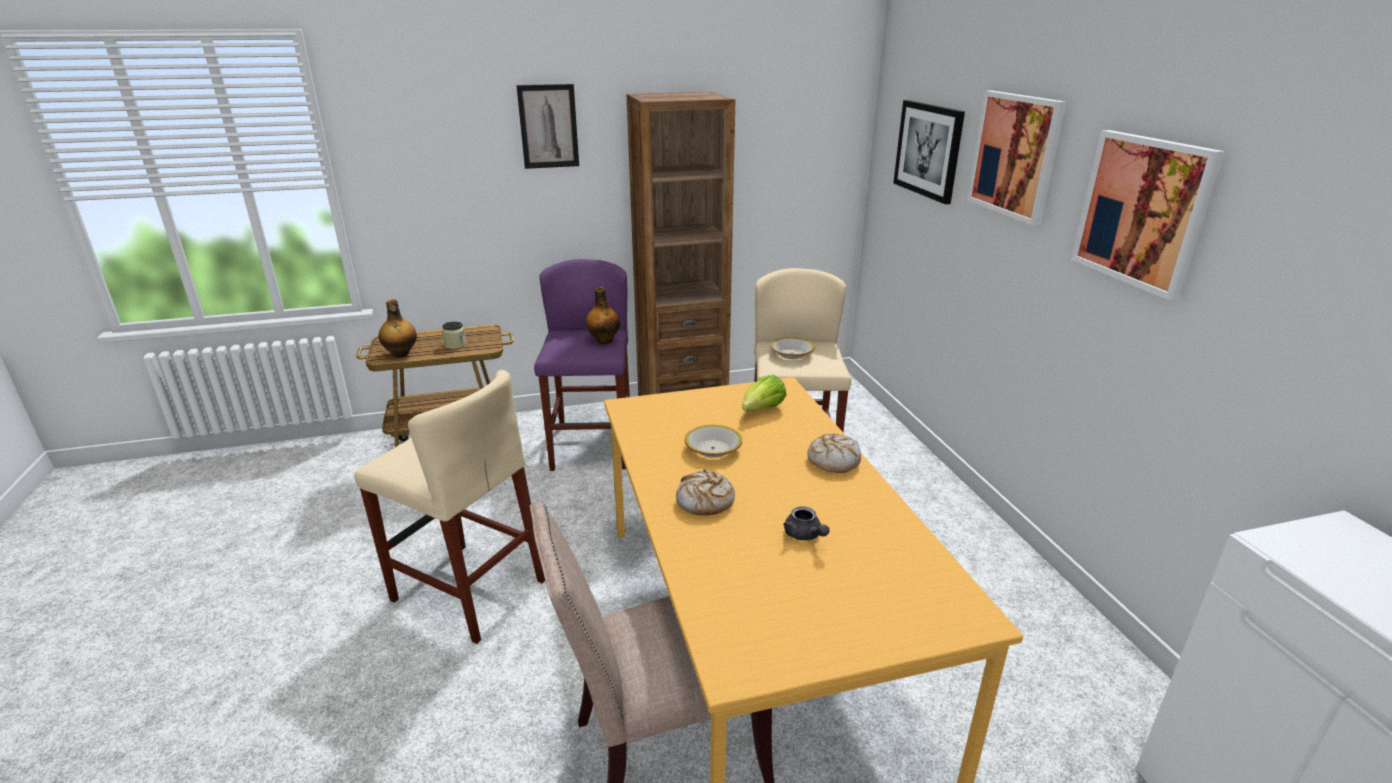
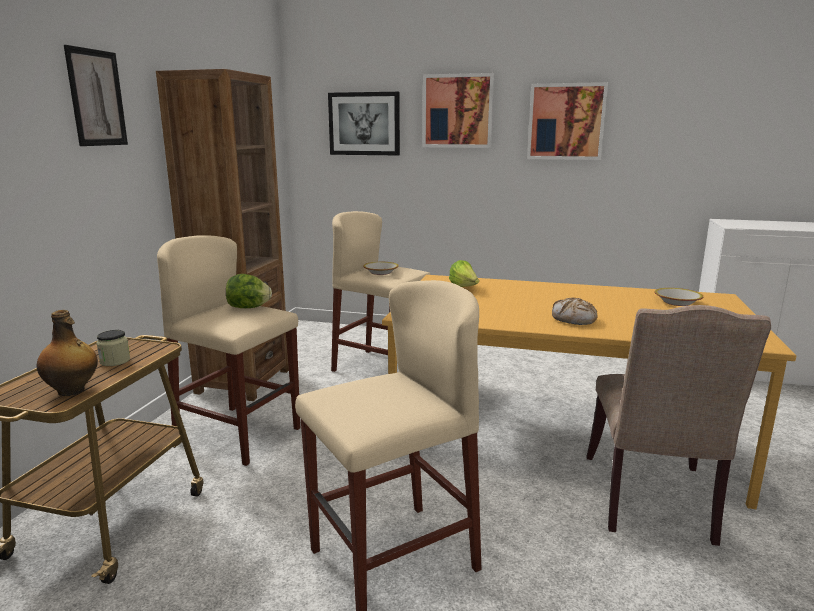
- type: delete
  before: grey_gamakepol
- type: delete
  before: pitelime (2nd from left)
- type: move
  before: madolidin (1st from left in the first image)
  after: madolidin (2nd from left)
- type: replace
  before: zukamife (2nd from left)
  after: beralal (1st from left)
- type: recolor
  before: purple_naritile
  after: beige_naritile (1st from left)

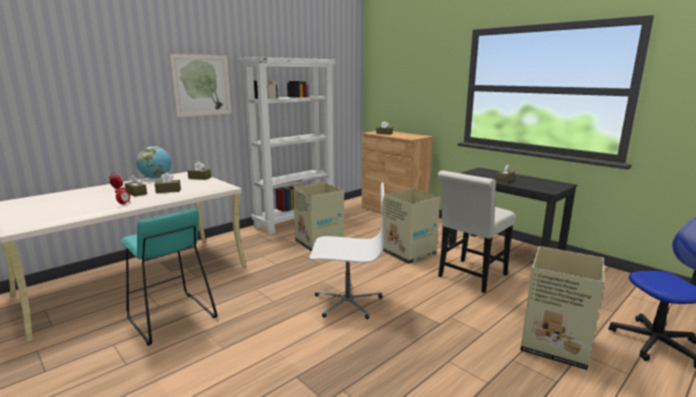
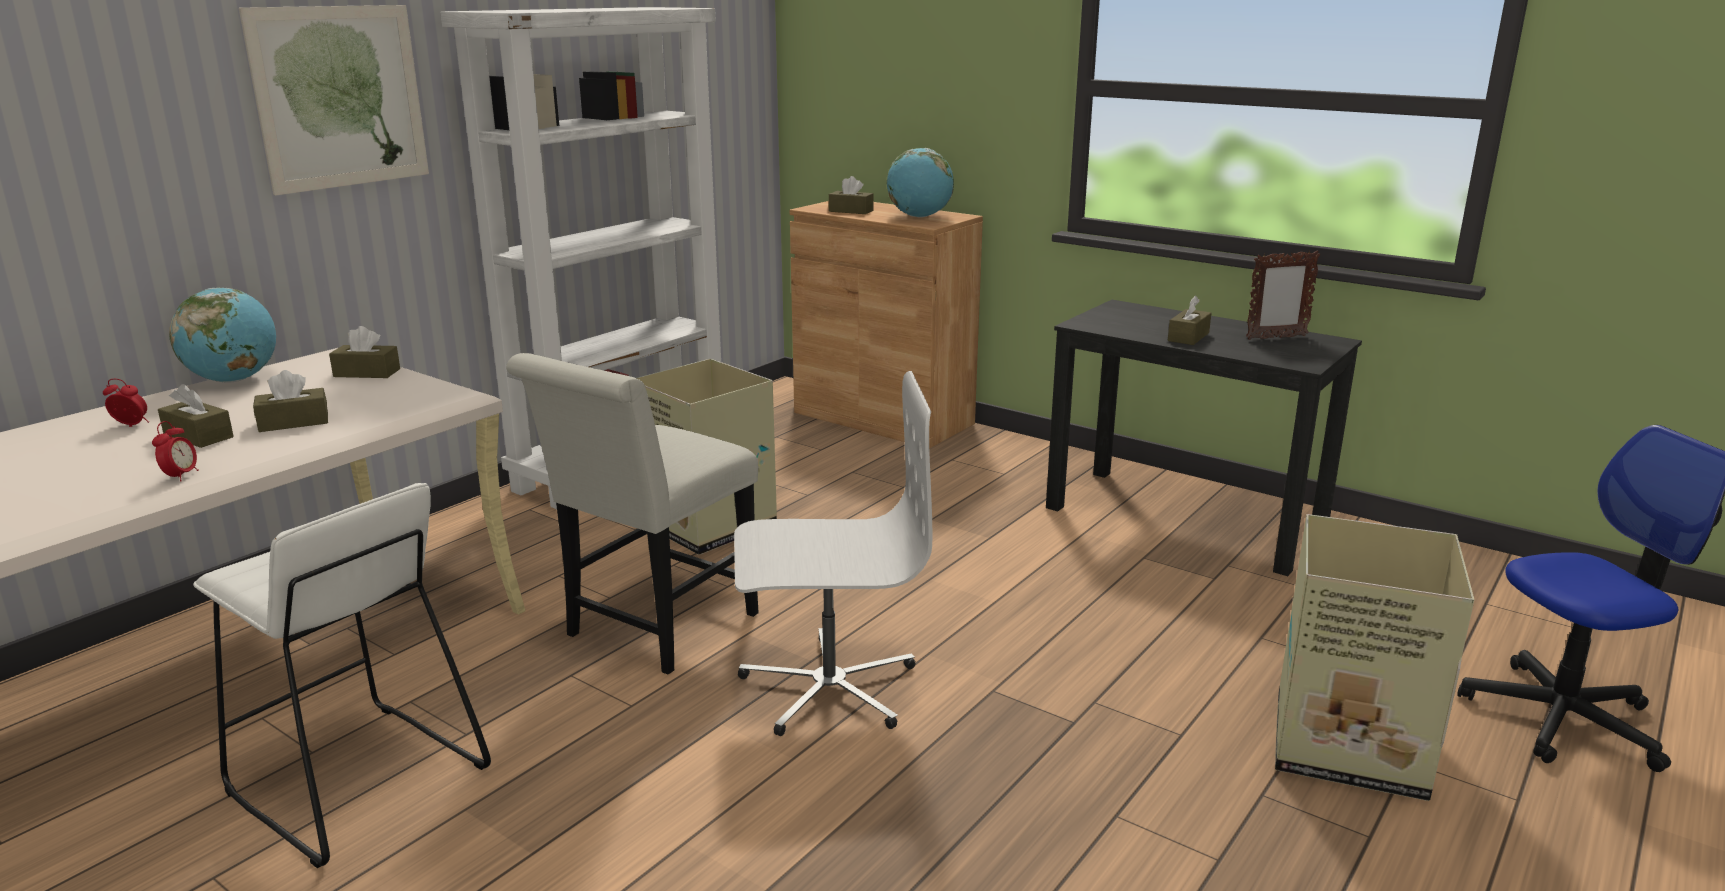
- type: delete
  before: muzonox (2nd from left)
- type: insert
  after: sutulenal (2nd from left)
- type: insert
  after: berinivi
- type: move
  before: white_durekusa
- type: recolor
  before: turquoise_naritile
  after: white_naritile

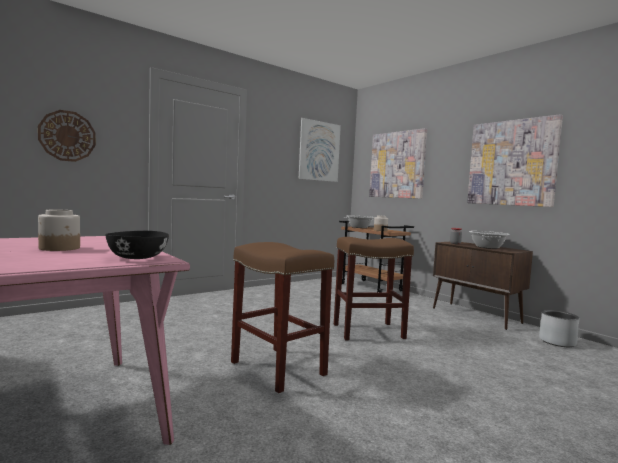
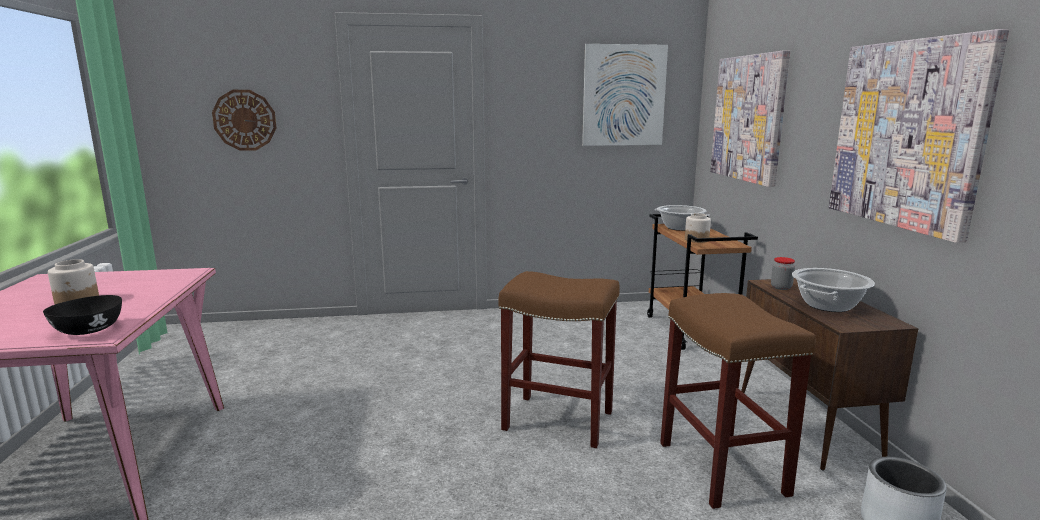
- type: move
  before: brown_naritile (1st from left in the first image)
  after: brown_naritile (2nd from left)

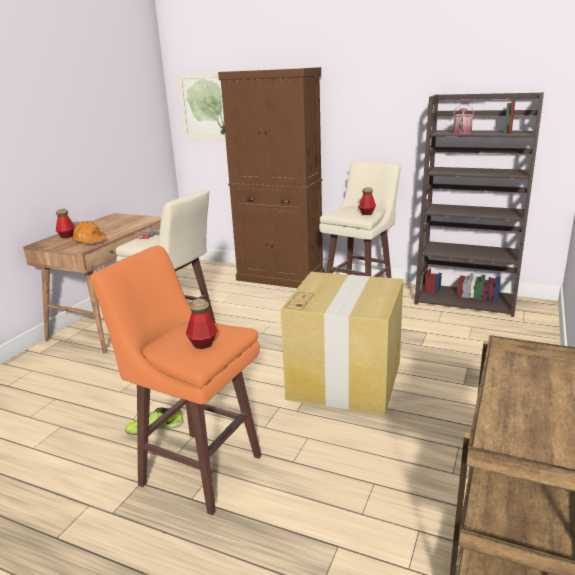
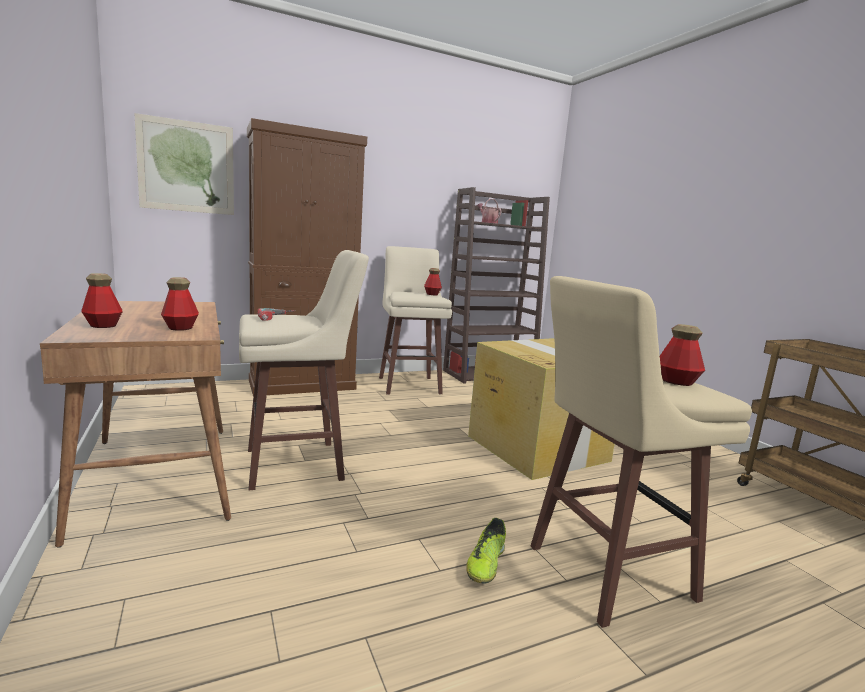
- type: replace
  before: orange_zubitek
  after: zukamife (2nd from left)
- type: recolor
  before: orange_naritile
  after: beige_naritile (3rd from left)

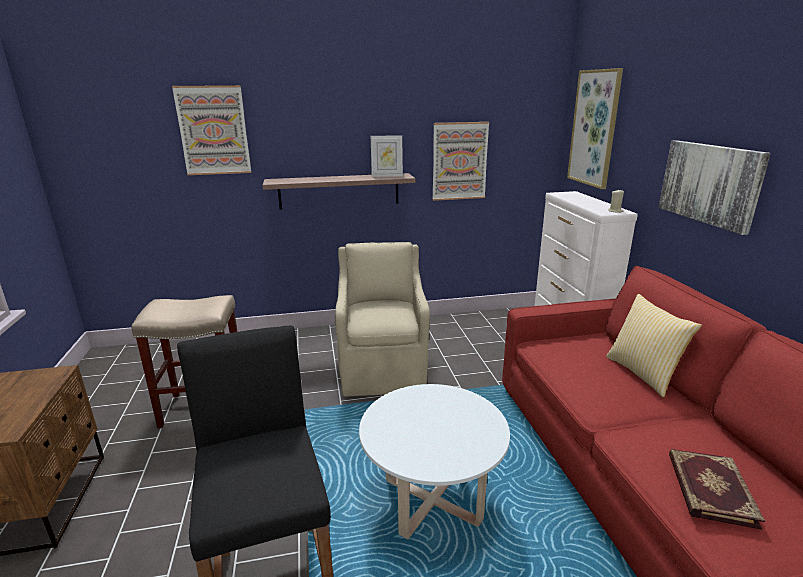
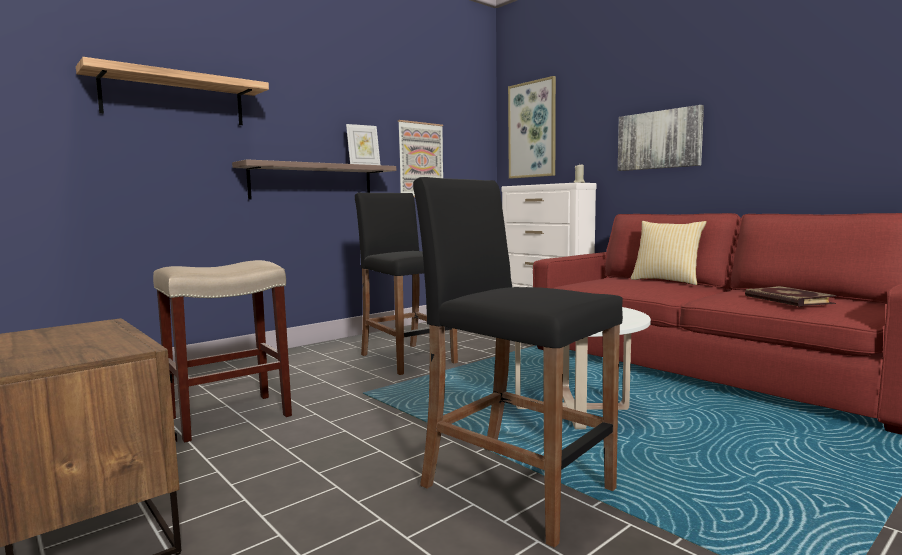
- type: replace
  before: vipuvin (1st from left)
  after: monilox (1st from left)
- type: replace
  before: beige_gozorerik
  after: black_naritile (1st from left)

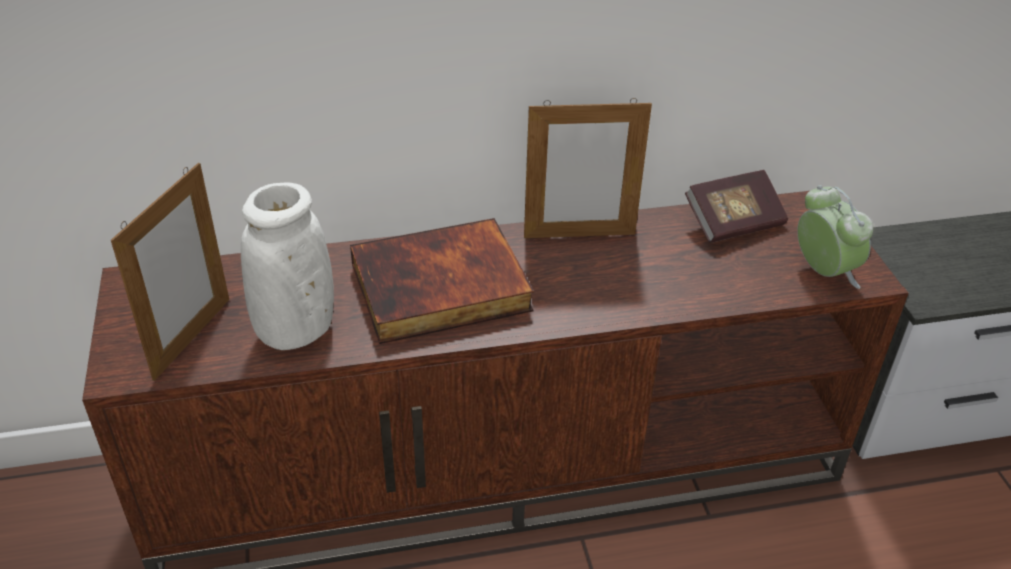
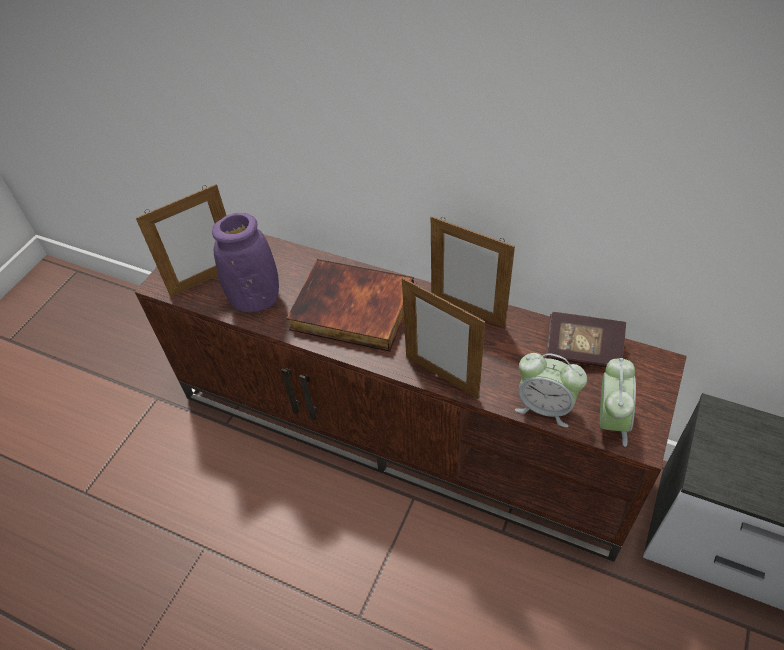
- type: insert
  after: berinivi (2nd from left)
- type: insert
  after: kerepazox (1st from left)
- type: recolor
  before: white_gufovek
  after: purple_gufovek

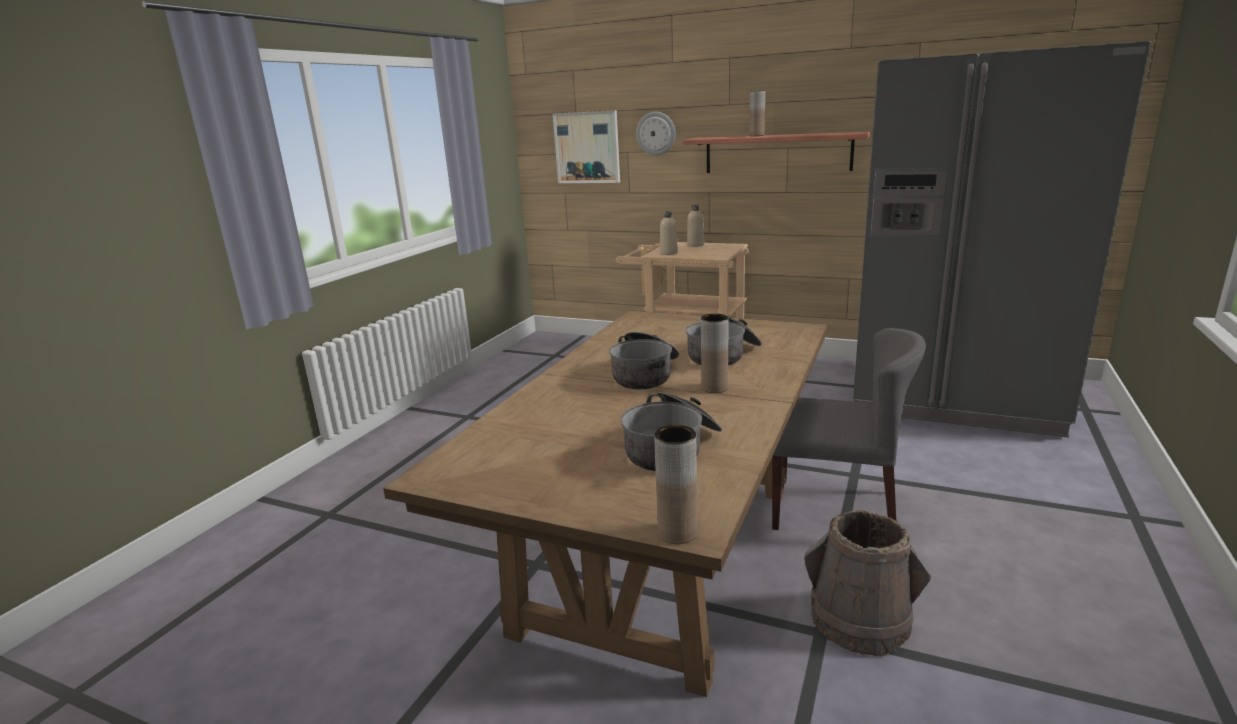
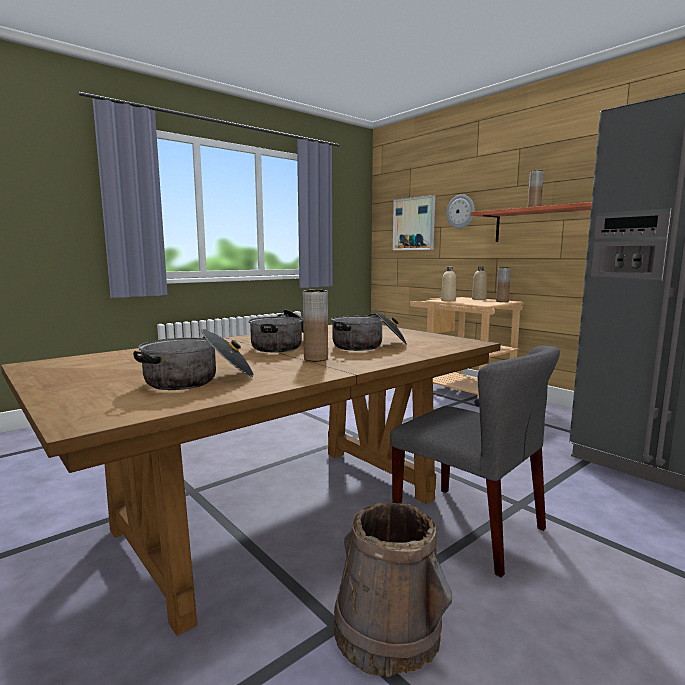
- type: move
  before: brown_gufovek (1st from left in the first image)
  after: brown_gufovek (2nd from left)

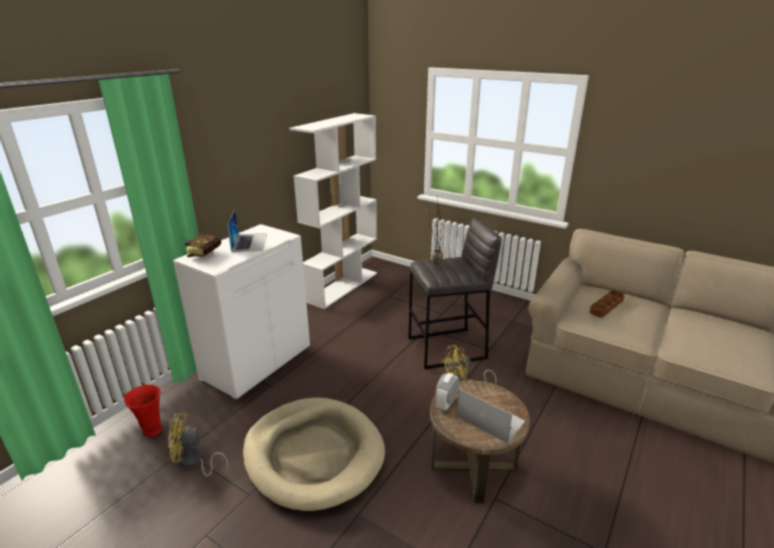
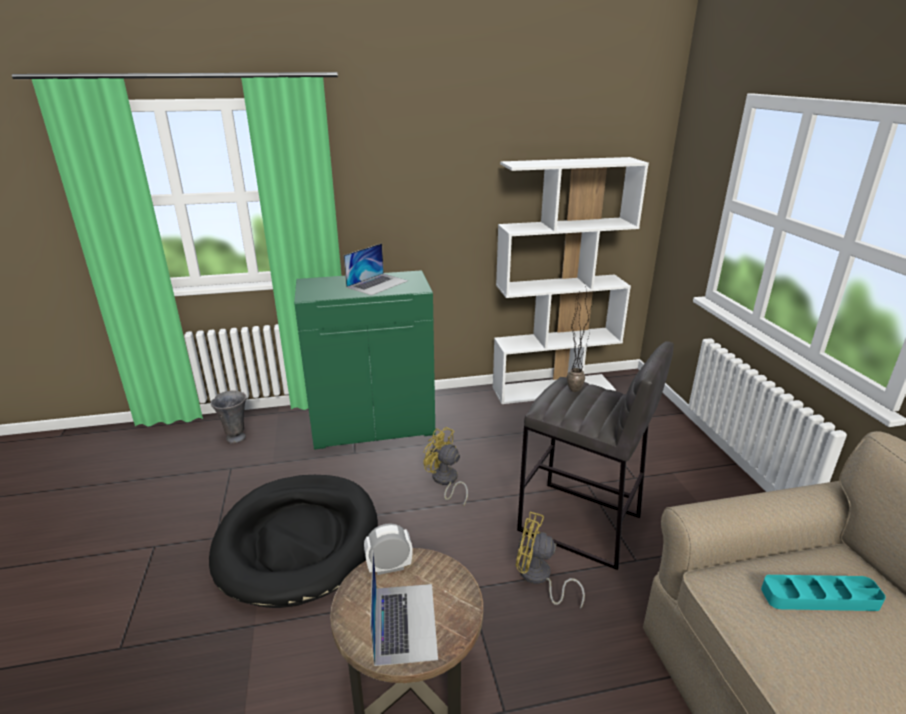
- type: delete
  before: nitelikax
- type: move
  before: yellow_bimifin (1st from left)
- type: recolor
  before: red_gufovek
  after: grey_gufovek
- type: recolor
  before: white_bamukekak
  after: green_bamukekak
- type: recolor
  before: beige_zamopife
  after: black_zamopife
- type: recolor
  before: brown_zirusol
  after: turquoise_zirusol

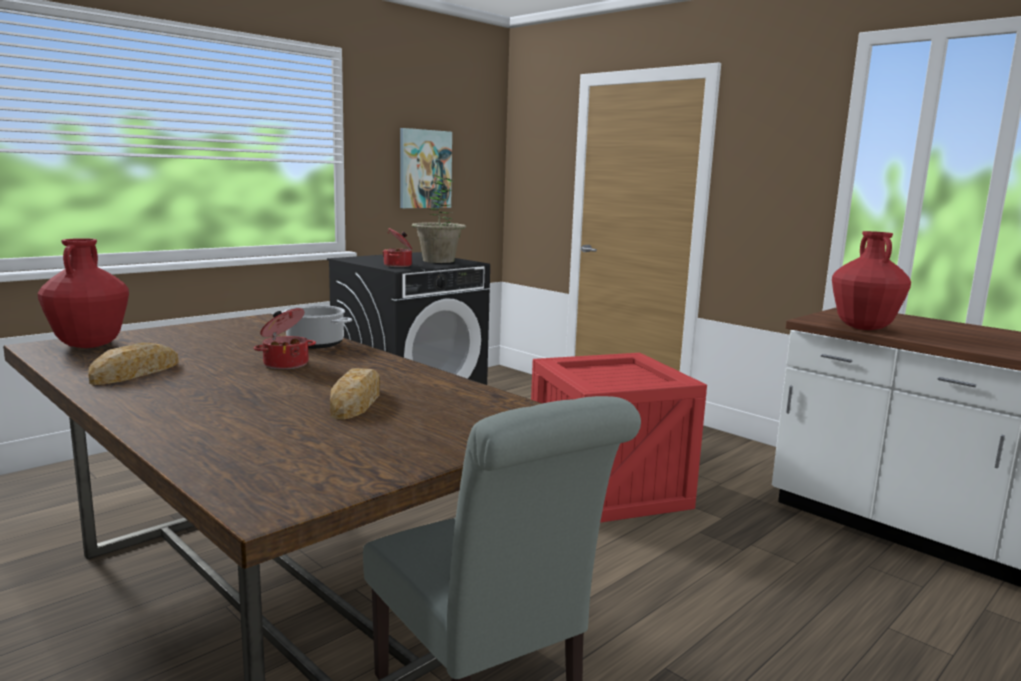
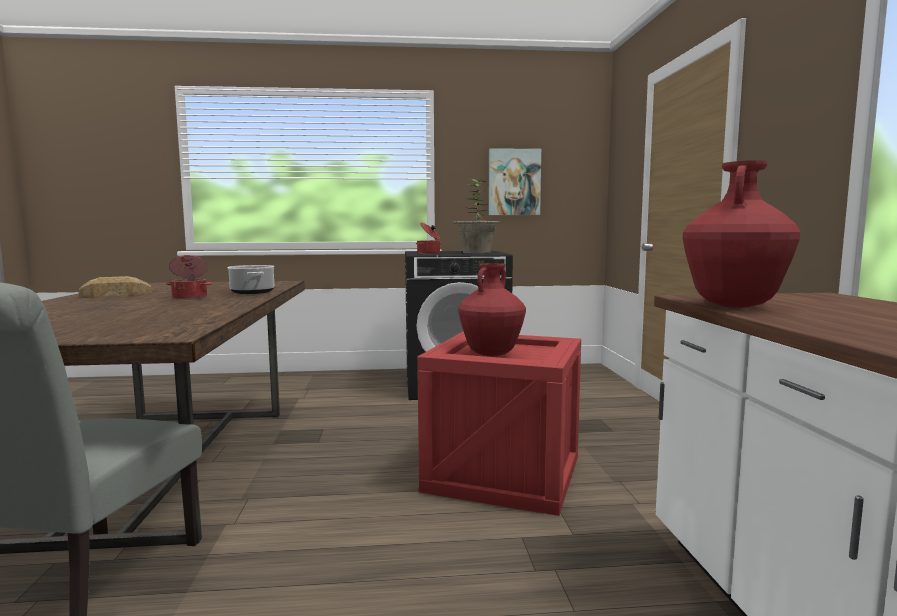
- type: delete
  before: pitelime (2nd from left)
- type: move
  before: red_gufovek (1st from left)

